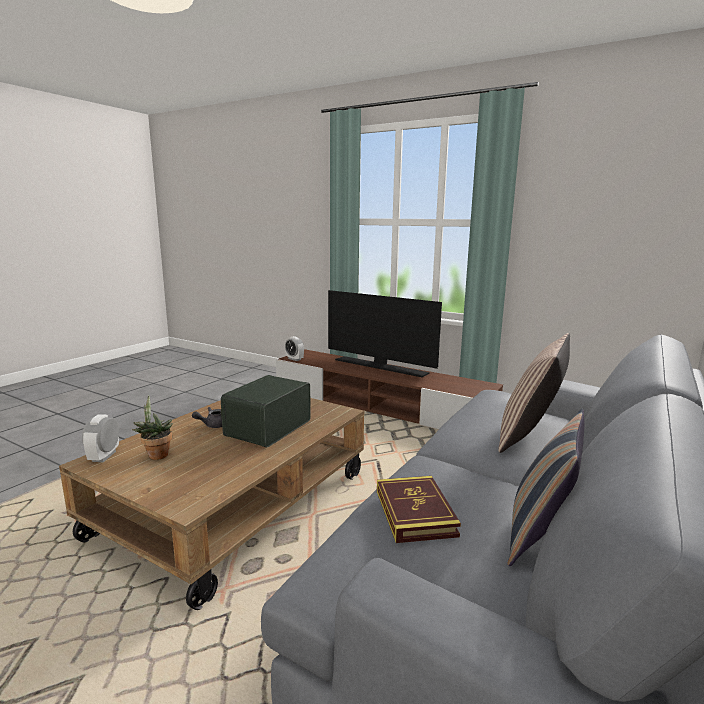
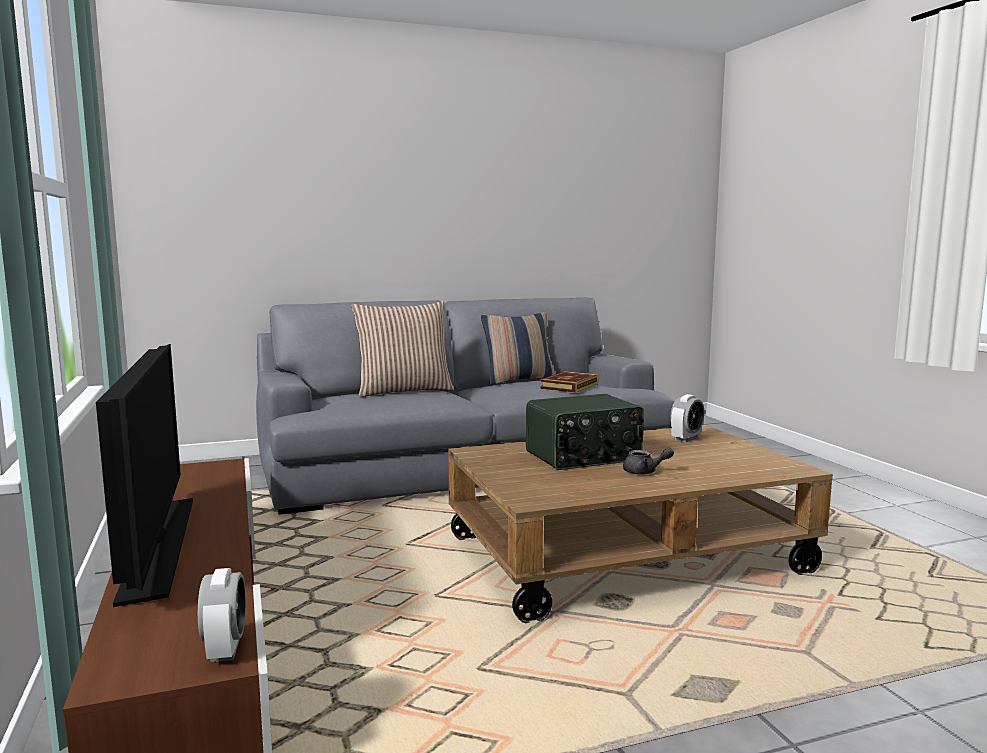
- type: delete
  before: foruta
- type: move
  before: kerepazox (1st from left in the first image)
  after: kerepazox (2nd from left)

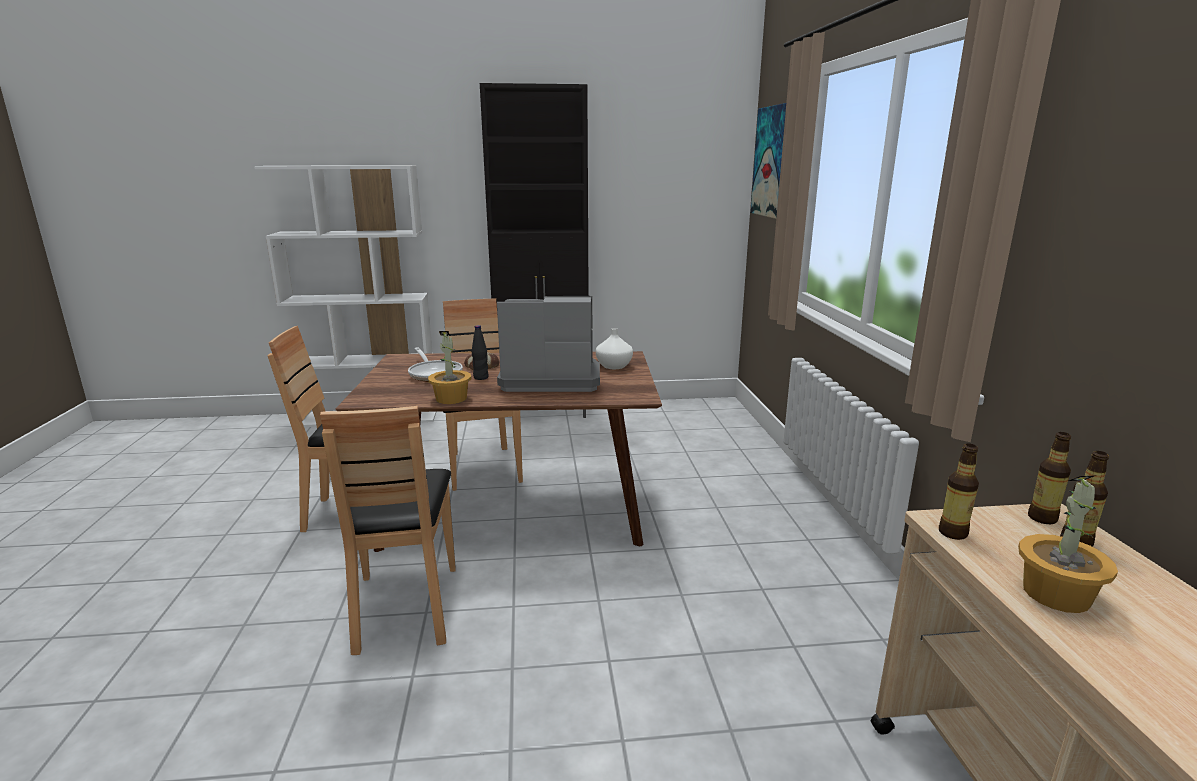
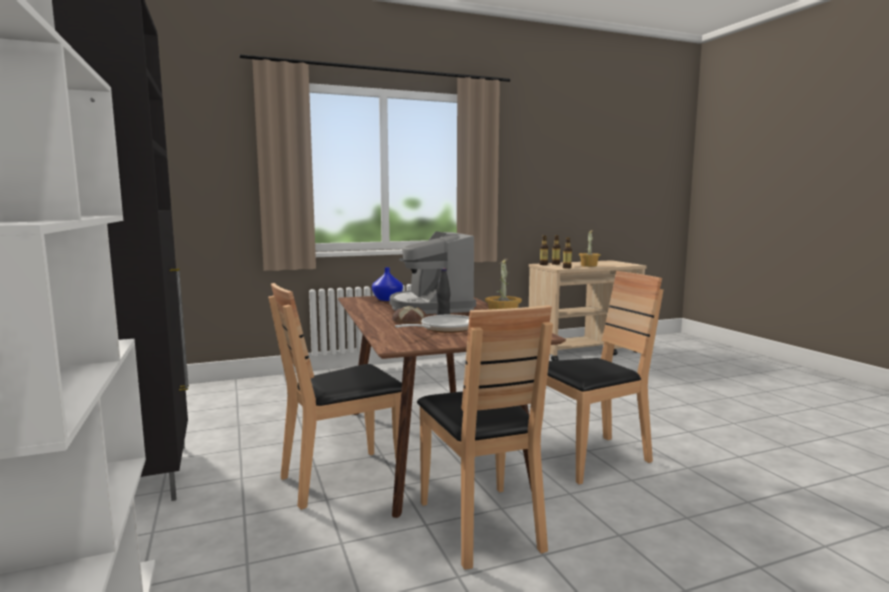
- type: delete
  before: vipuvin
- type: recolor
  before: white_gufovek
  after: blue_gufovek

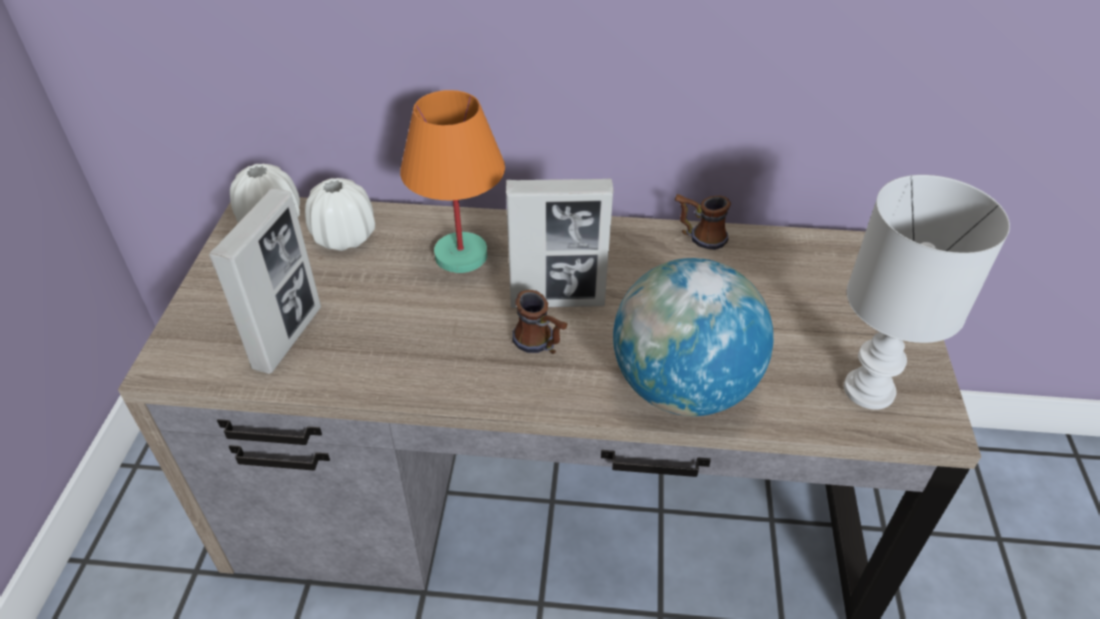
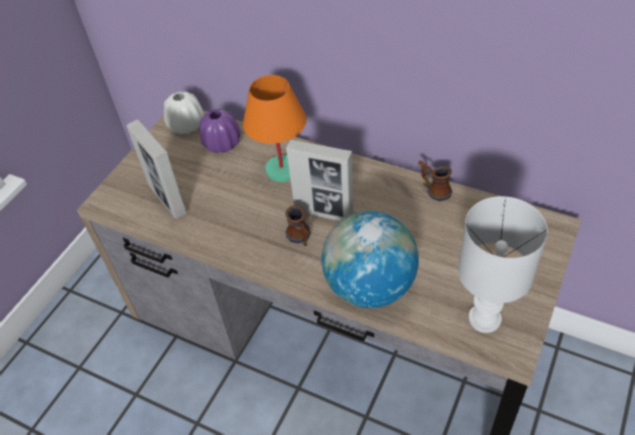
- type: recolor
  before: white_gufovek (2nd from left)
  after: purple_gufovek
- type: rotate
  before: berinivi (1st from left)
  turn: 105

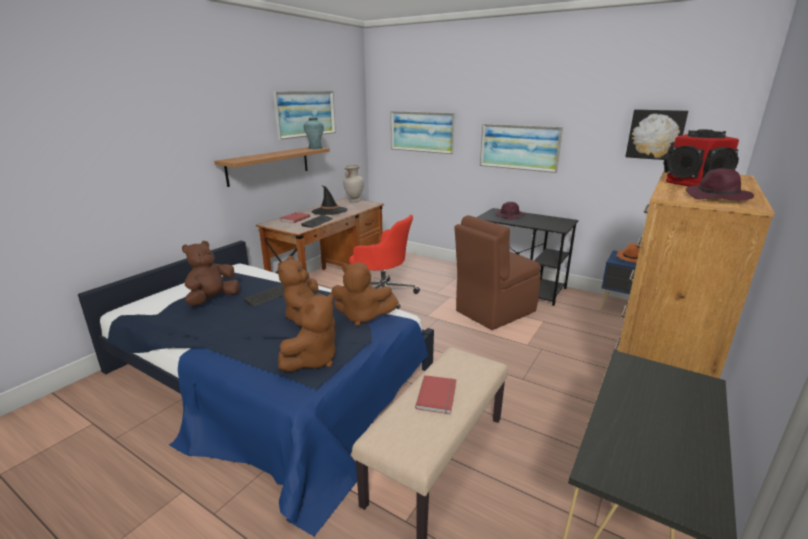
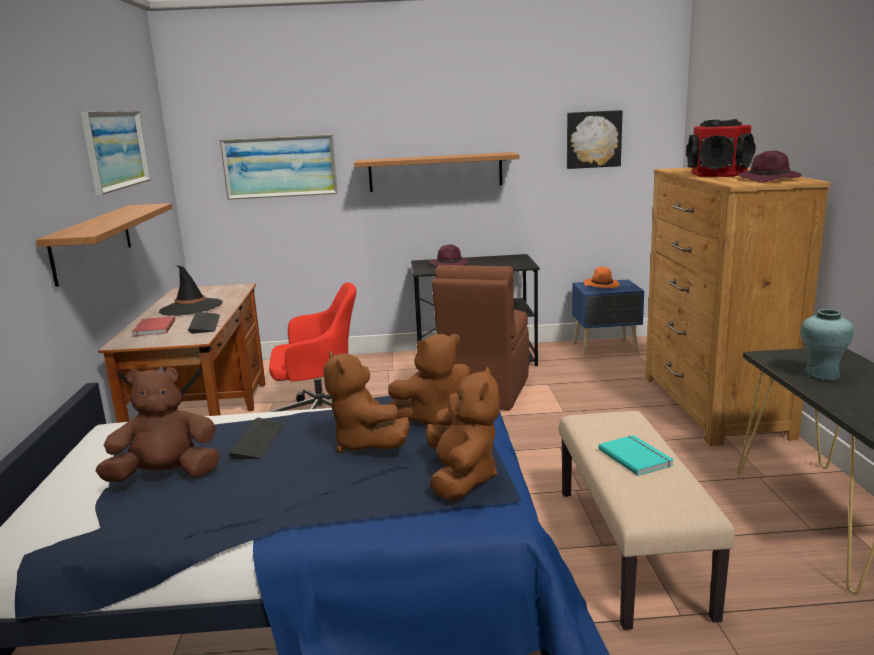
- type: delete
  before: beige_gufovek
- type: move
  before: turquoise_gufovek
- type: replace
  before: vipuvin (3rd from left)
  after: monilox (2nd from left)
- type: recolor
  before: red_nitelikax (2nd from left)
  after: turquoise_nitelikax
- type: rotate
  before: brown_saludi (1st from left)
  turn: 75

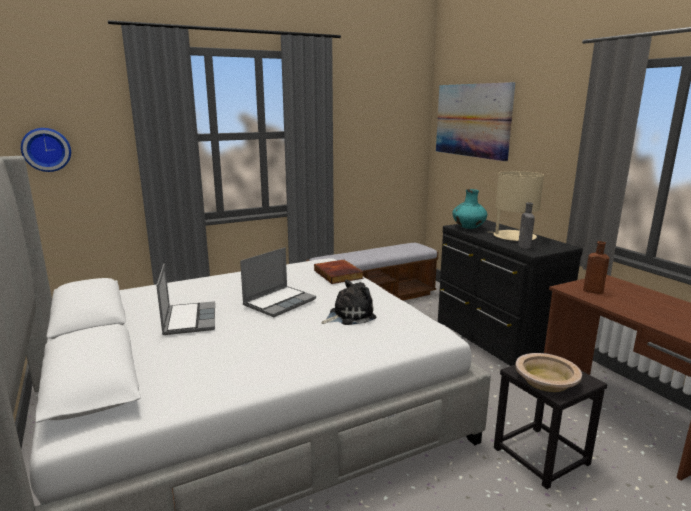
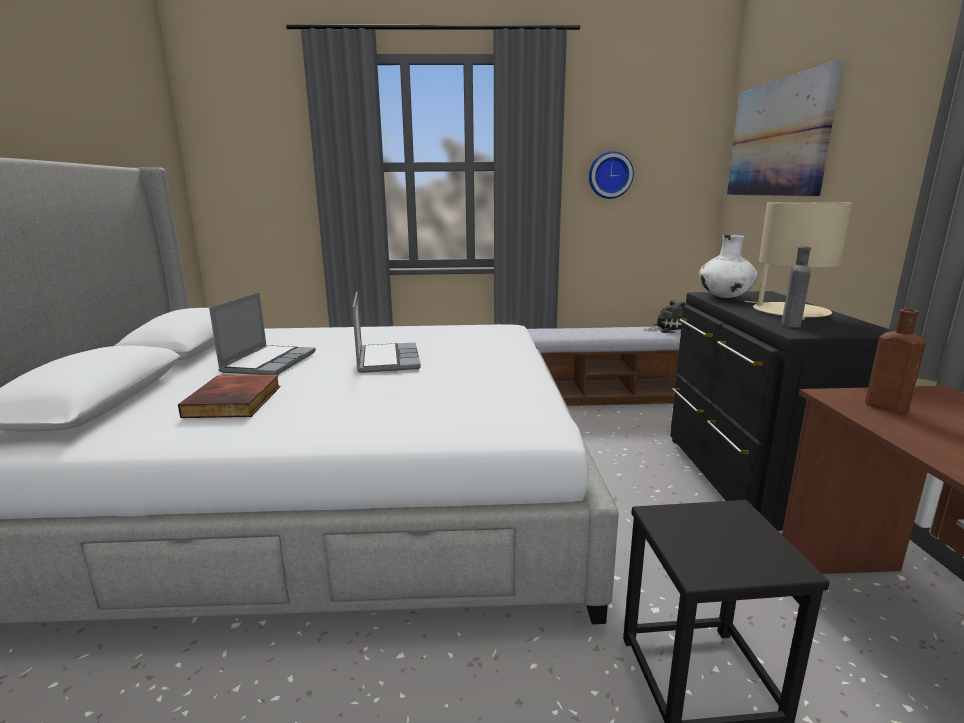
- type: delete
  before: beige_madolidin
- type: move
  before: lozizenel
- type: move
  before: nitelikax
- type: move
  before: saludi
- type: recolor
  before: turquoise_gufovek
  after: white_gufovek
- type: rotate
  before: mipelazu (2nd from left)
  turn: -75

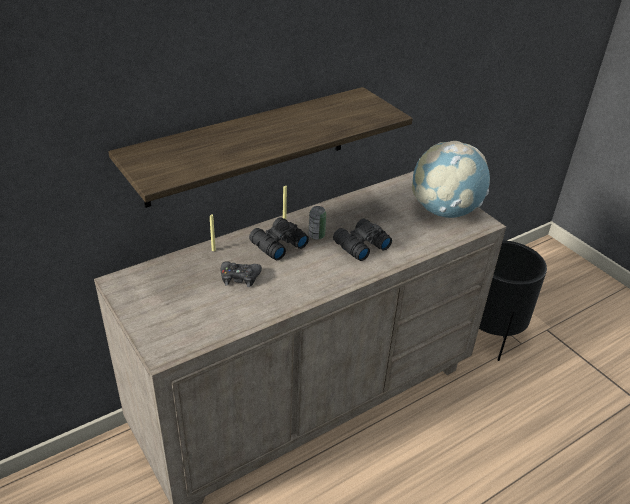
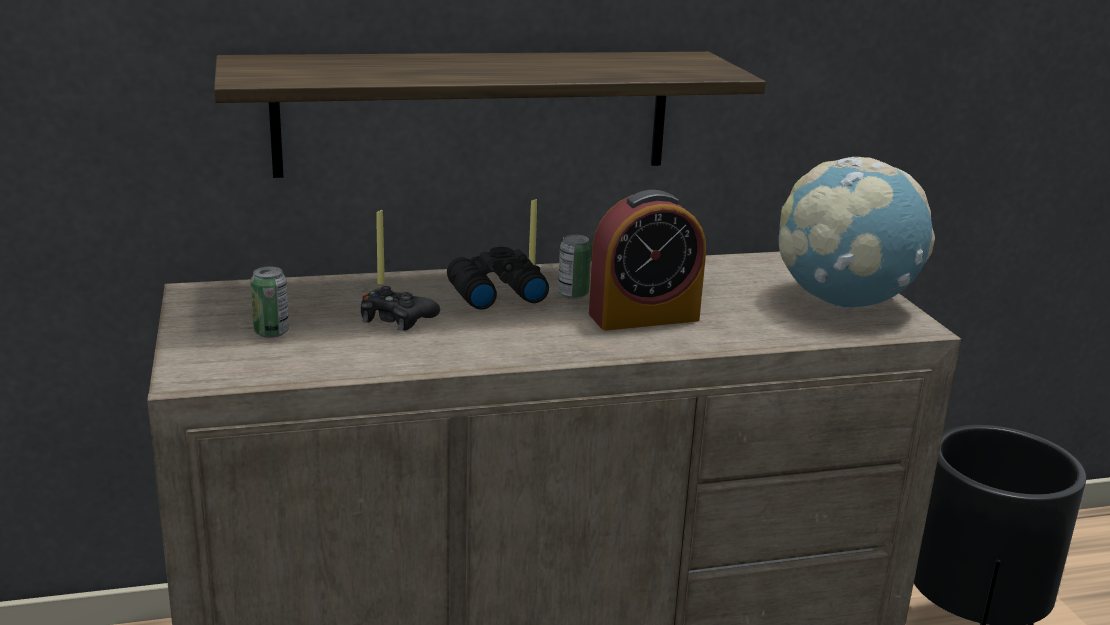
- type: insert
  after: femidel (1st from left)
- type: replace
  before: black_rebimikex (2nd from left)
  after: kerepazox

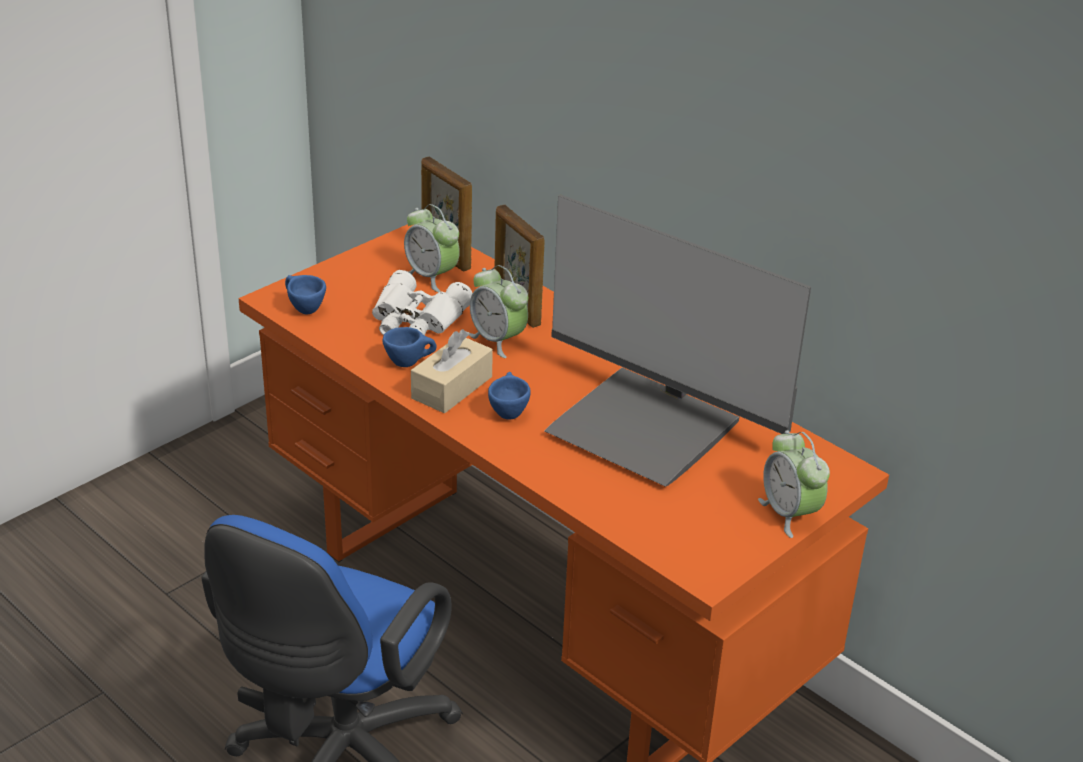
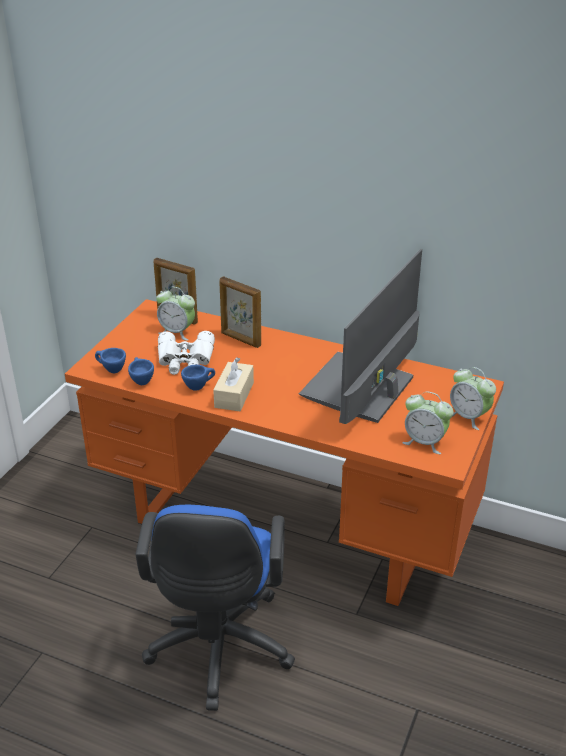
- type: move
  before: kerepazox (2nd from left)
- type: move
  before: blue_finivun (3rd from left in the first image)
  after: blue_finivun (2nd from left)
- type: rotate
  before: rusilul
  turn: 105

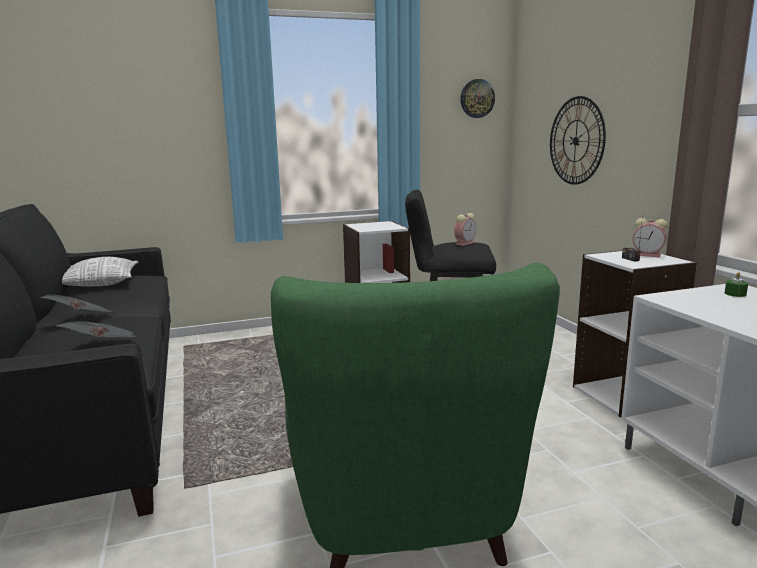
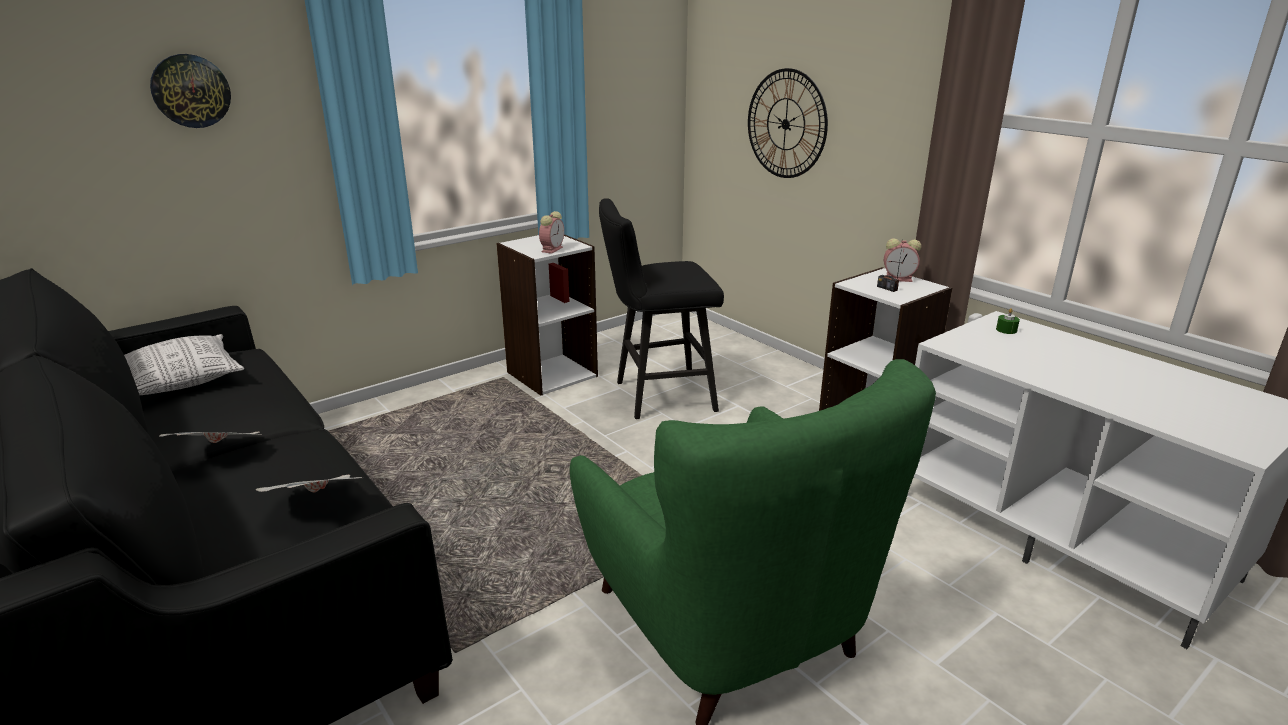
- type: move
  before: kerepazox (1st from left)
- type: move
  before: lozizenel (1st from left)

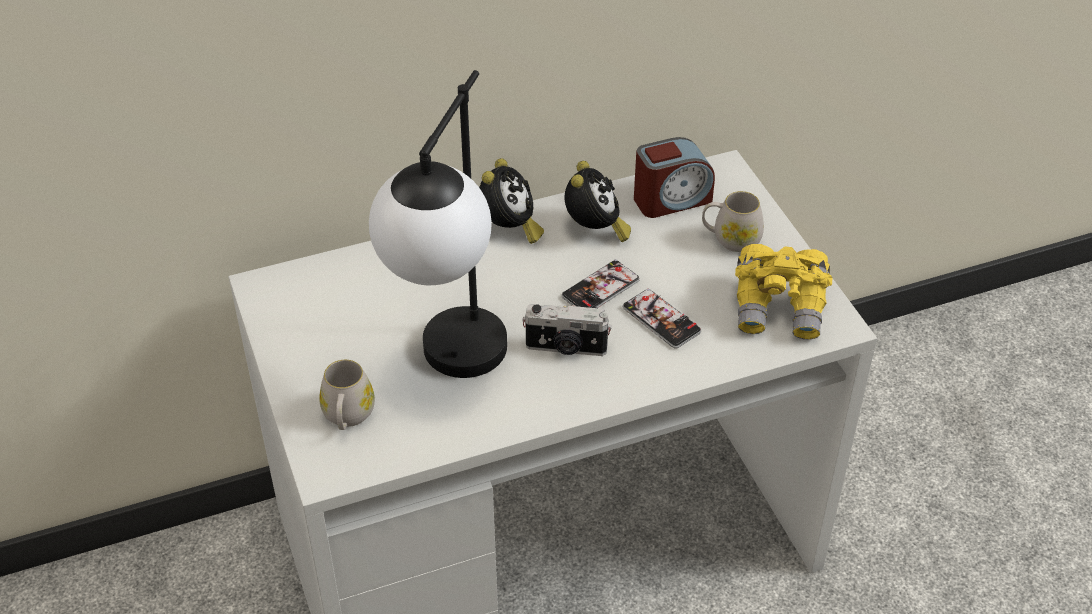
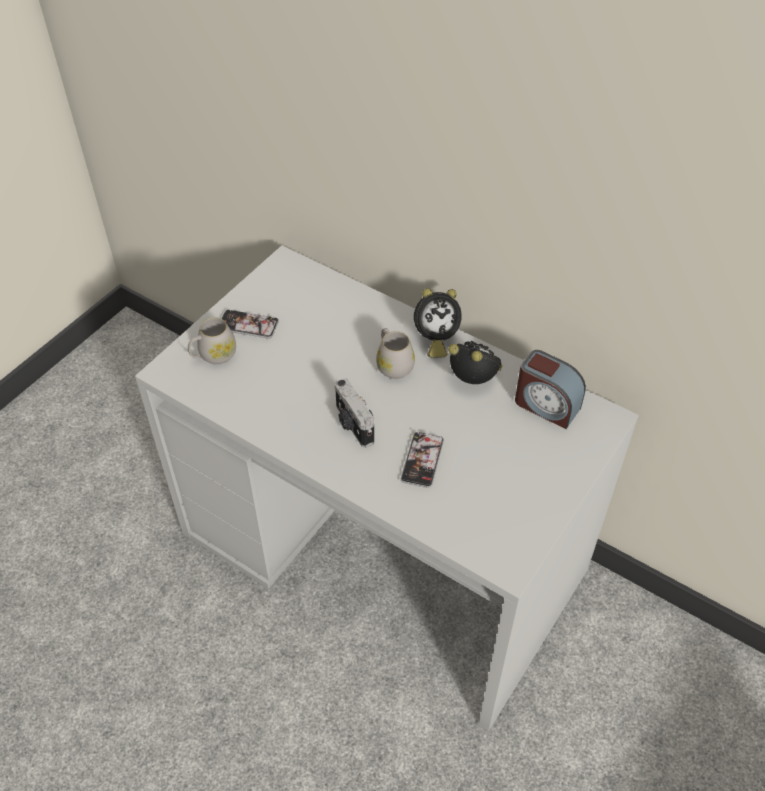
- type: delete
  before: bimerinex
- type: delete
  before: yellow_rebimikex
- type: move
  before: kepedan (1st from left)
- type: move
  before: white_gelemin (2nd from left)
- type: rotate
  before: kerepazox (2nd from left)
  turn: -120

